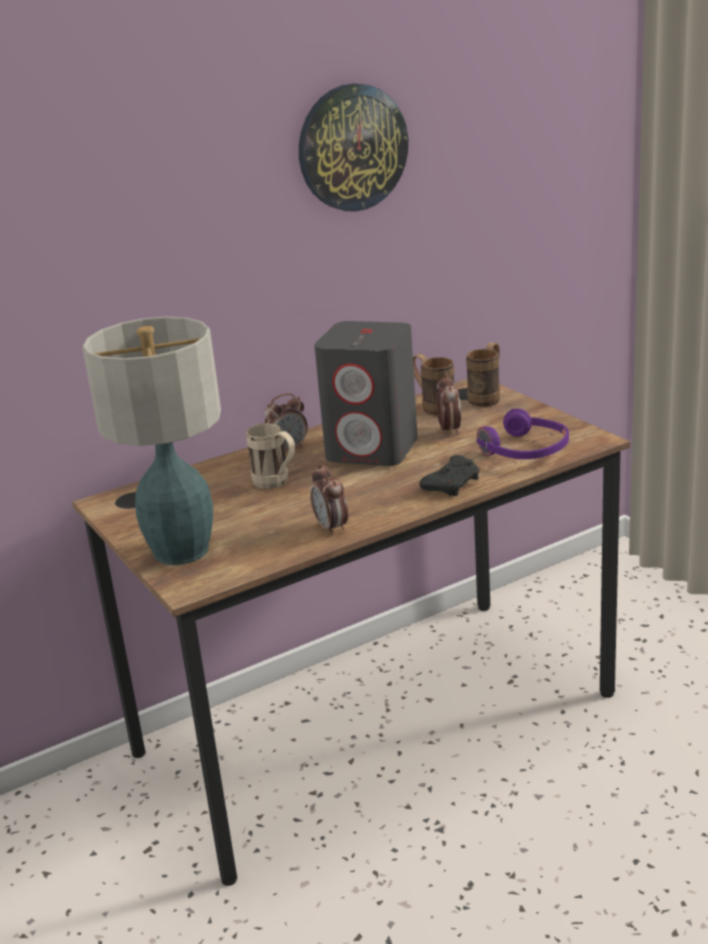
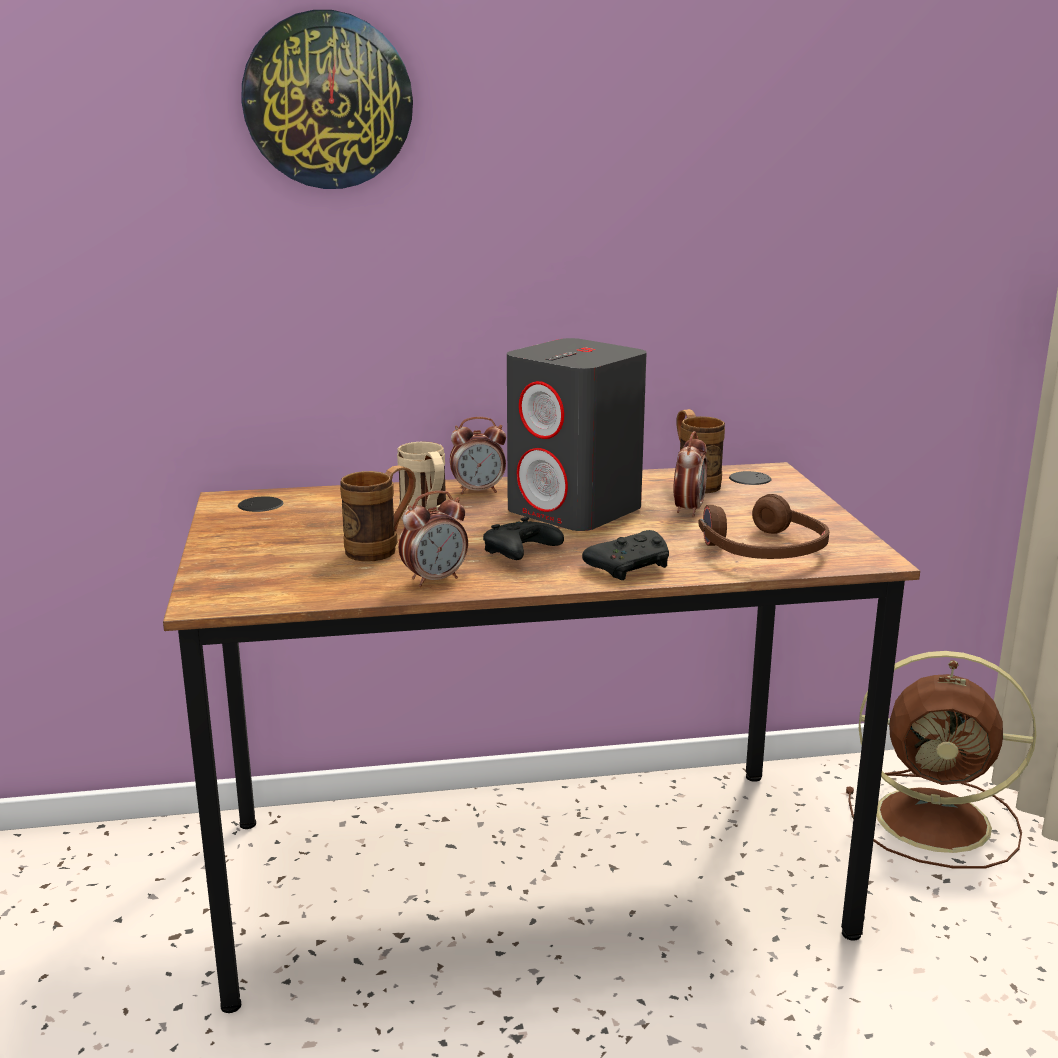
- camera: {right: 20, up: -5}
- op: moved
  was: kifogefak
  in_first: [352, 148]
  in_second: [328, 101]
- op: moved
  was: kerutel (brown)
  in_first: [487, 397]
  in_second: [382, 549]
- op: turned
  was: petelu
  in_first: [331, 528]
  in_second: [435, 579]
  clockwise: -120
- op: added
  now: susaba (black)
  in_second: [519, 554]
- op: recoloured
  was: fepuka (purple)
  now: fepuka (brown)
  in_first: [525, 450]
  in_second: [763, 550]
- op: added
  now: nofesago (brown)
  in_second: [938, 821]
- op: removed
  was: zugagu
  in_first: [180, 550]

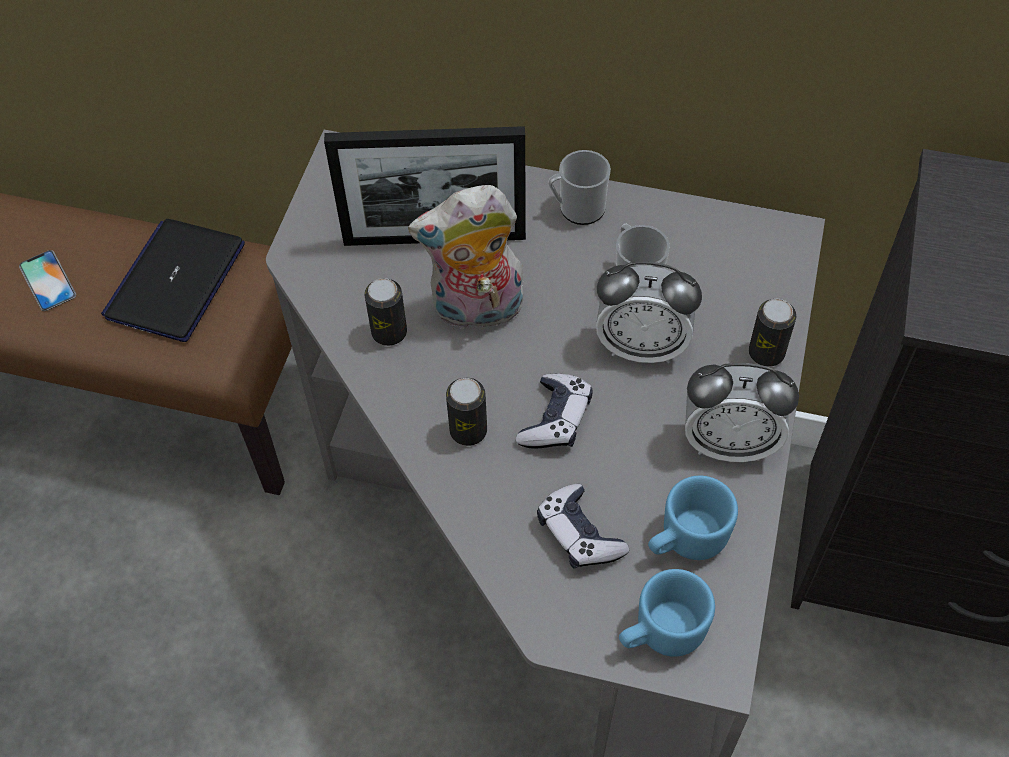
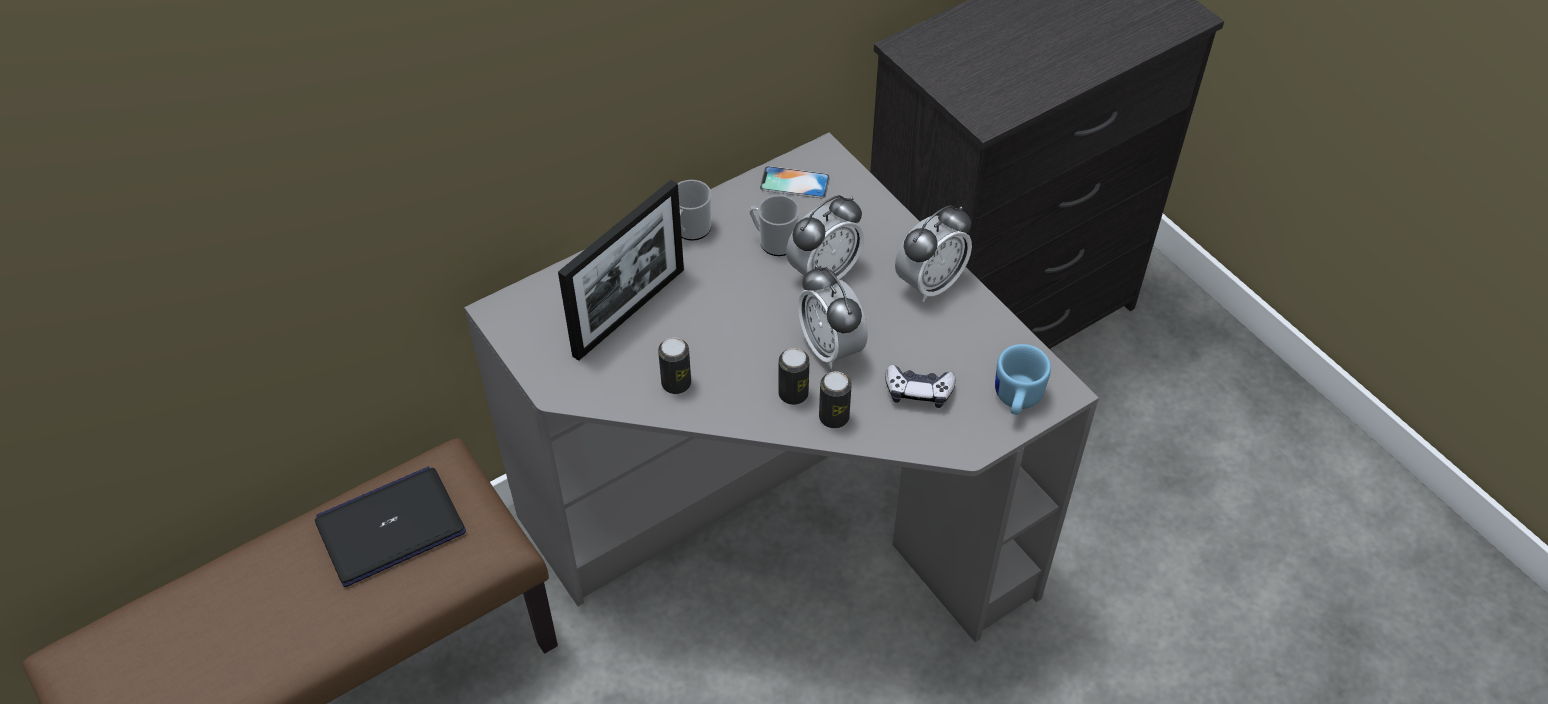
- camera: {right: -50, up: -5}
- op: turned
  was: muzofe
  in_first: [176, 281]
  in_second: [391, 527]
  clockwise: 90
- op: moved
  was: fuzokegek
  in_first: [47, 280]
  in_second: [794, 182]
- op: replaced
  was: susaba
  now: petelu
  in_first: [555, 419]
  in_second: [830, 348]
- op: moved
  was: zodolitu
  in_first: [766, 353]
  in_second: [834, 417]
- op: removed
  was: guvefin
  in_first: [476, 311]
- op: removed
  was: kerutel (blue)
  in_first: [685, 540]

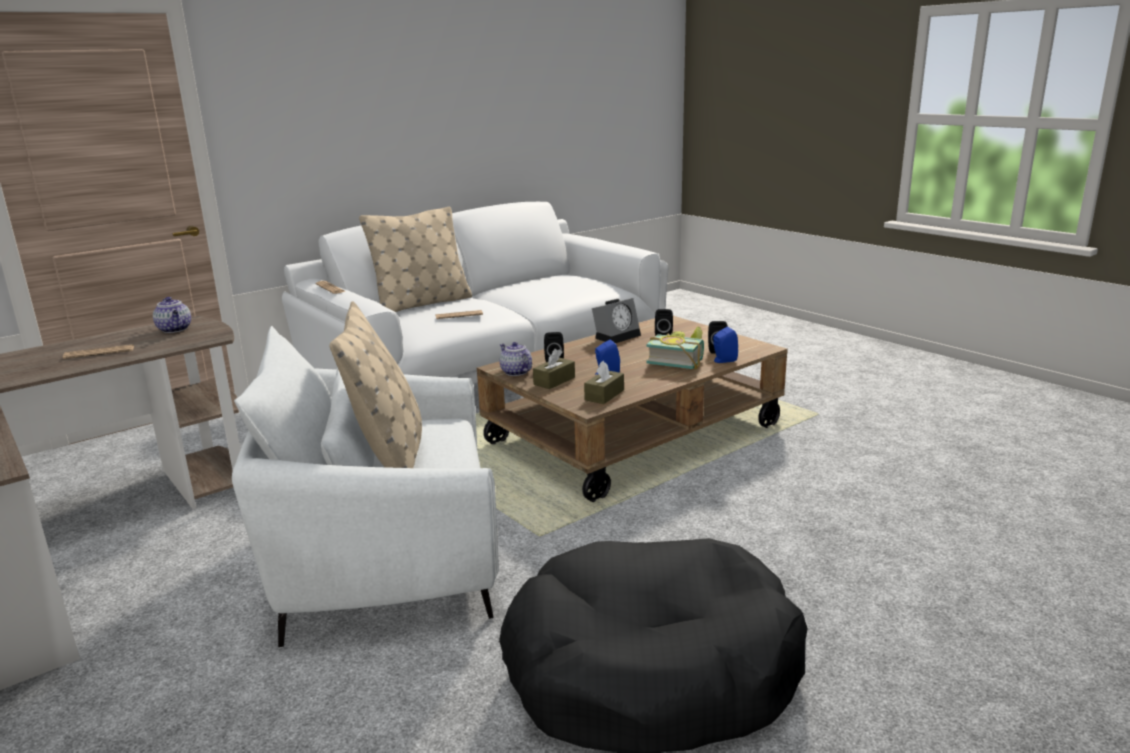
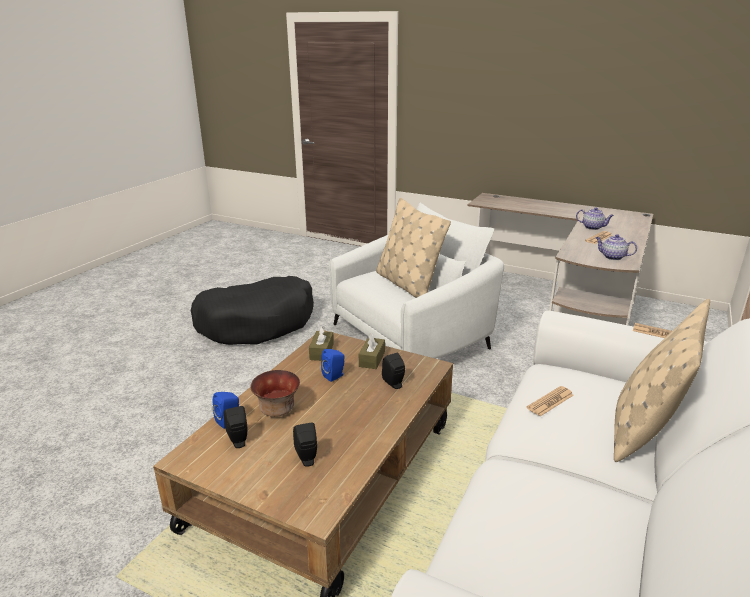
- camera: {right: 155, up: 5}
- op: replaced
  was: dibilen
  now: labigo
  in_first: [677, 361]
  in_second: [277, 409]
- op: moved
  was: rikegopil
  in_first: [515, 372]
  in_second: [593, 227]
- op: removed
  was: petelu
  in_first: [617, 336]

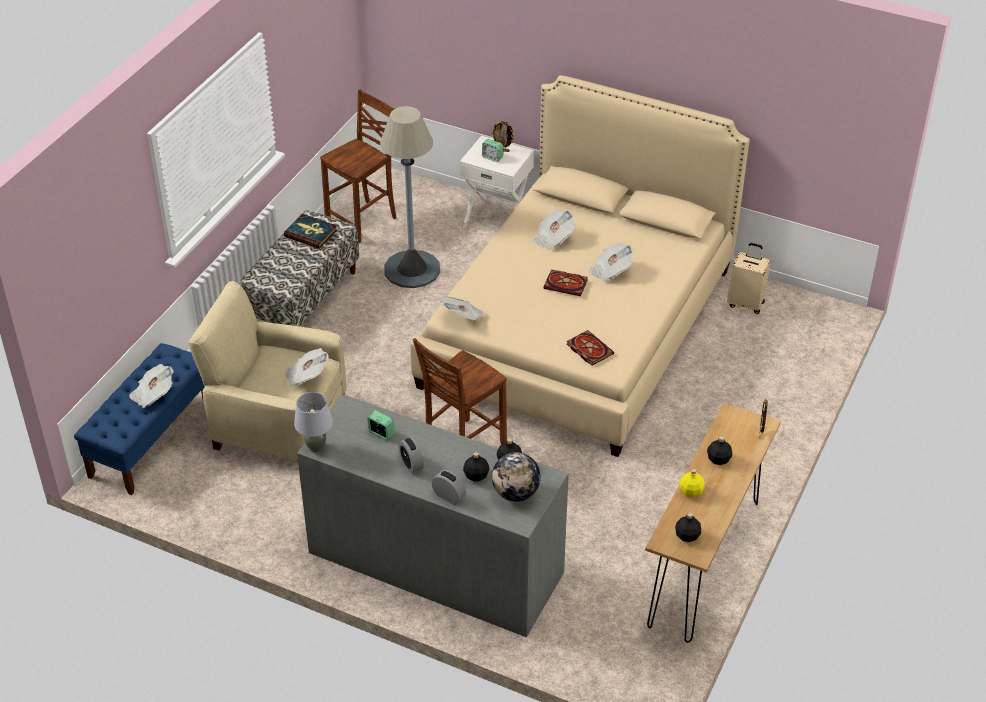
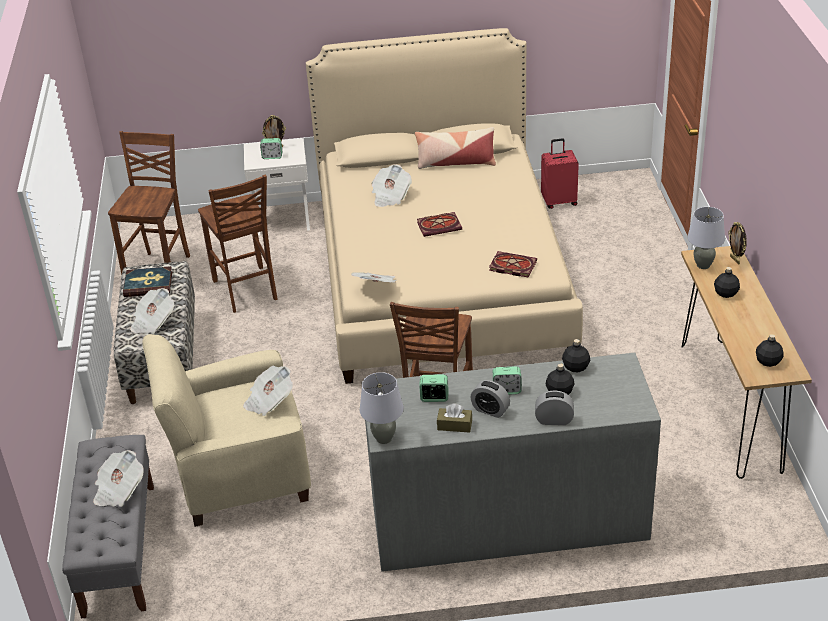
- camera: {right: -30, up: -5}
- op: recoloured
  was: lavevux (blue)
  now: lavevux (grey)
  in_first: [151, 439]
  in_second: [119, 548]
- op: moved
  was: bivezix
  in_first: [610, 271]
  in_second: [153, 322]
- op: replaced
  was: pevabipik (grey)
  now: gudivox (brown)
  in_first: [412, 270]
  in_second: [246, 291]
- op: added
  now: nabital
  in_second: [455, 162]
- op: added
  now: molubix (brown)
  in_second: [454, 425]
- op: added
  now: petelu
  in_second: [507, 390]
- op: recoloured
  was: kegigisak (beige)
  now: kegigisak (red)
  in_first: [746, 303]
  in_second: [559, 201]
- op: added
  now: zugagu (grey)
  in_second: [703, 265]
- op: removed
  was: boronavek
  in_first: [516, 493]
- op: removed
  was: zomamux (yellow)
  in_first: [691, 492]

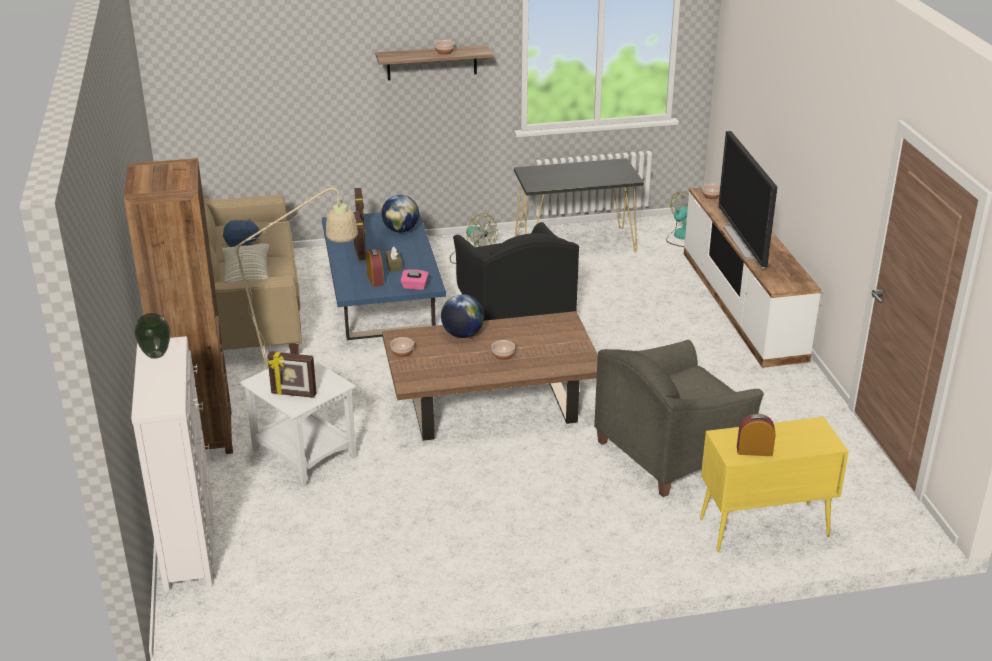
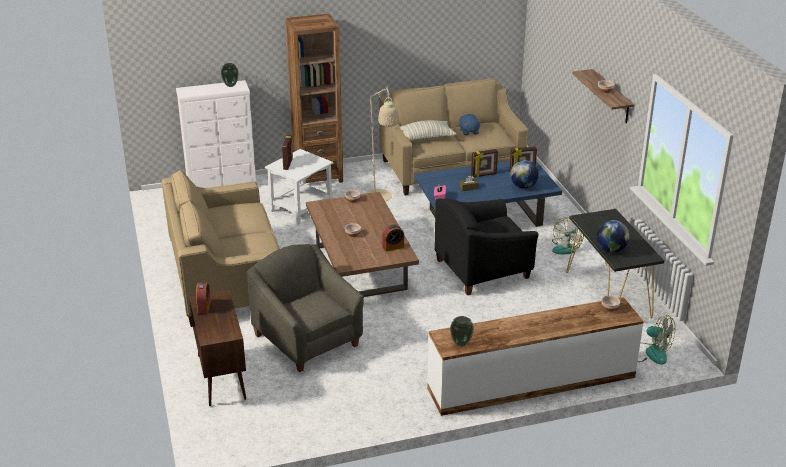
- camera: {right: 85, up: 0}
- op: added
  now: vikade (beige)
  in_second: [227, 279]
- op: recoloured
  was: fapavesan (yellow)
  now: fapavesan (brown)
  in_first: [762, 527]
  in_second: [221, 376]
- op: moved
  was: petelu
  in_first: [375, 279]
  in_second: [393, 247]
- op: added
  now: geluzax
  in_second: [461, 344]
- op: moved
  was: boronavek
  in_first: [462, 334]
  in_second: [611, 250]
- op: removed
  was: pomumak
  in_first: [744, 242]

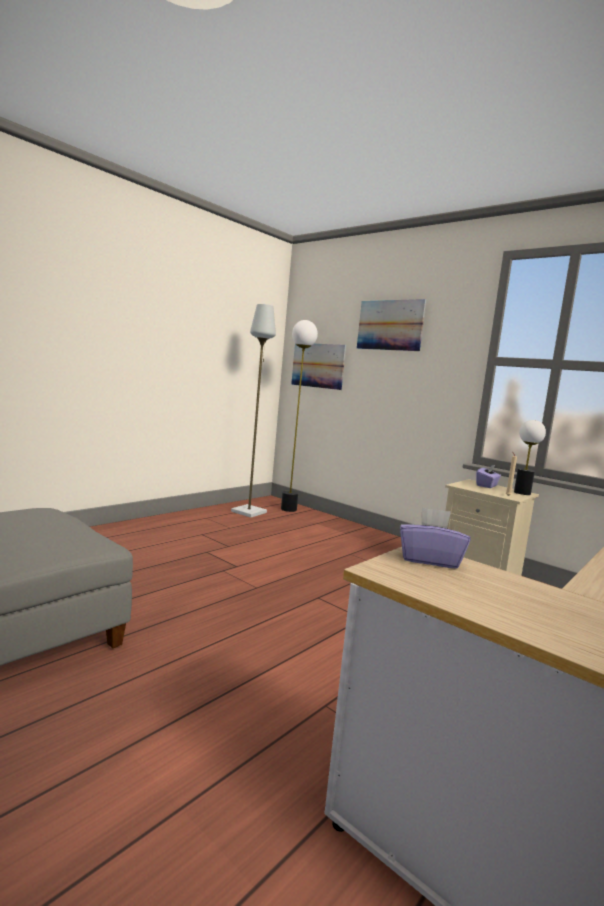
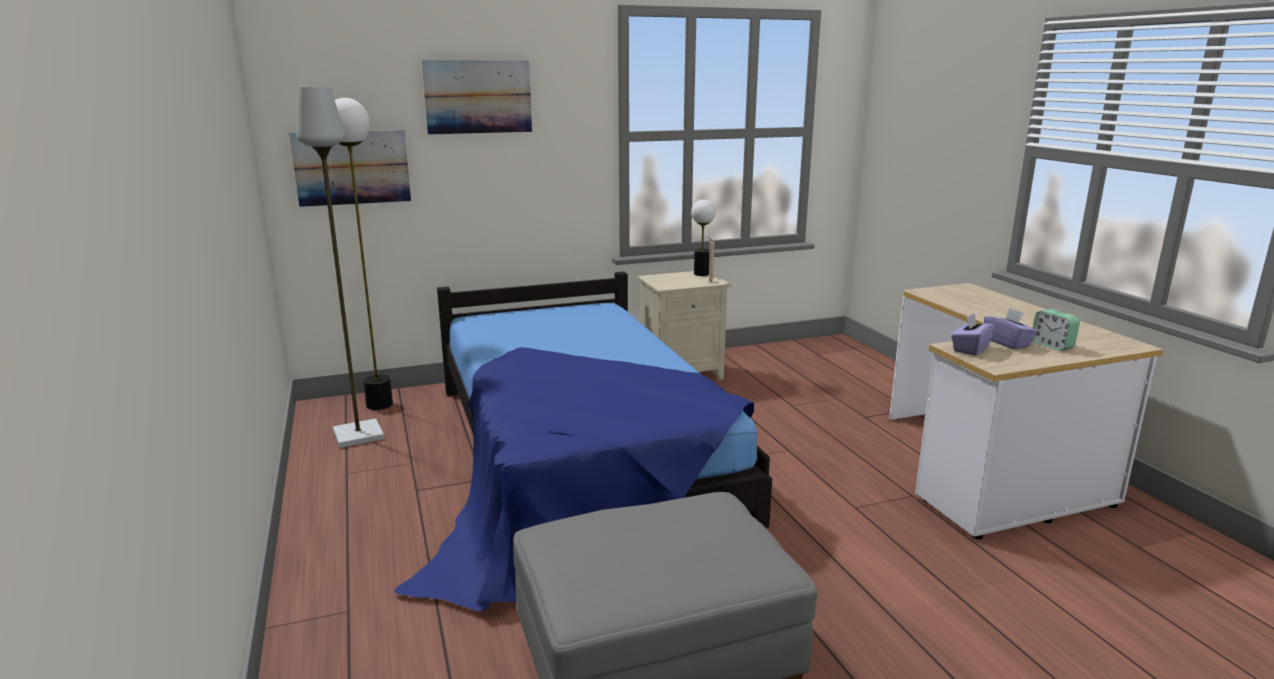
- camera: {right: -60, up: 10}
- op: added
  now: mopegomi
  in_second: [574, 459]
- op: moved
  was: molubix (purple)
  in_first: [487, 486]
  in_second: [1007, 343]
- op: added
  now: petelu
  in_second: [1052, 346]

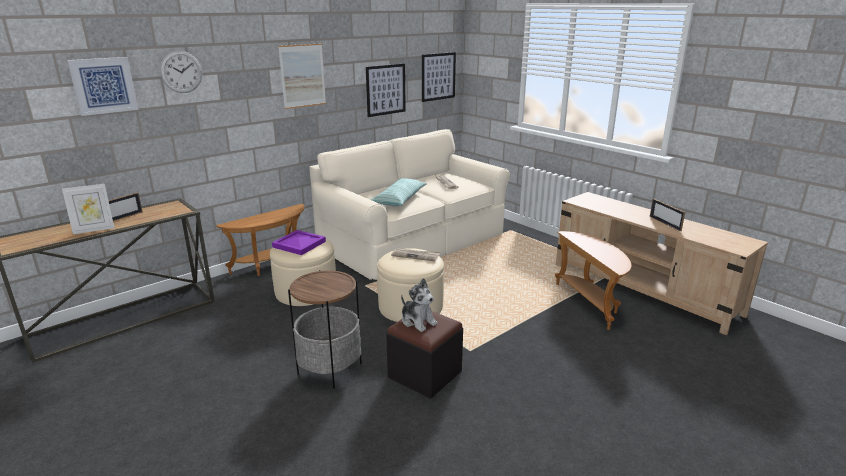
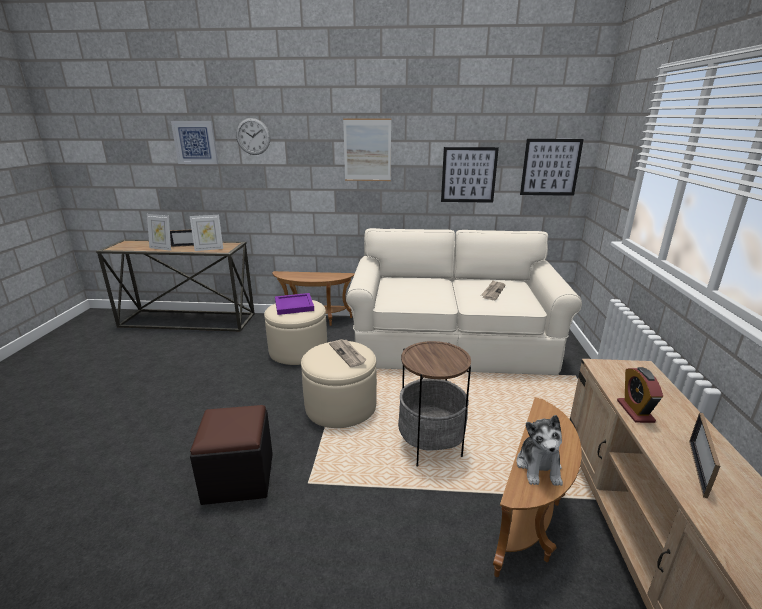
- camera: {right: 45, up: 0}
- op: added
  now: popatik
  in_second: [209, 249]
- op: moved
  was: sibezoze
  in_first: [330, 371]
  in_second: [430, 446]
- op: moved
  was: guvefin
  in_first: [418, 321]
  in_second: [539, 467]
- op: added
  now: petelu
  in_second: [635, 411]
- op: removed
  was: nabital
  in_first: [399, 199]

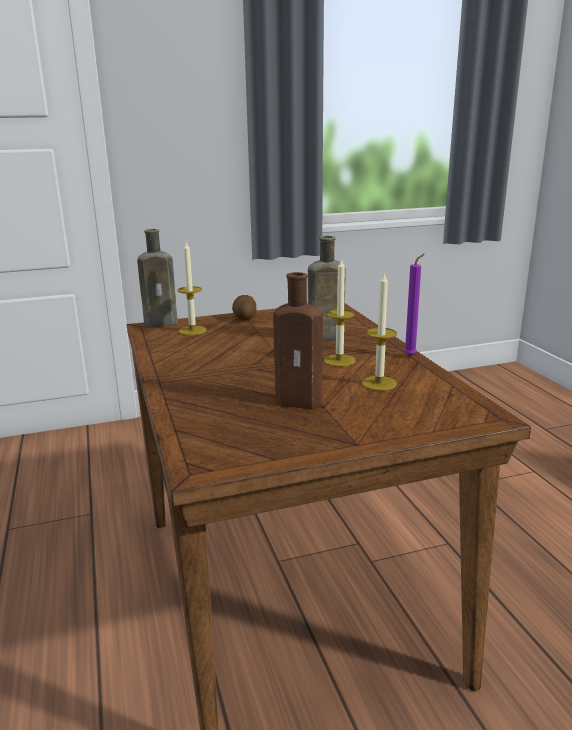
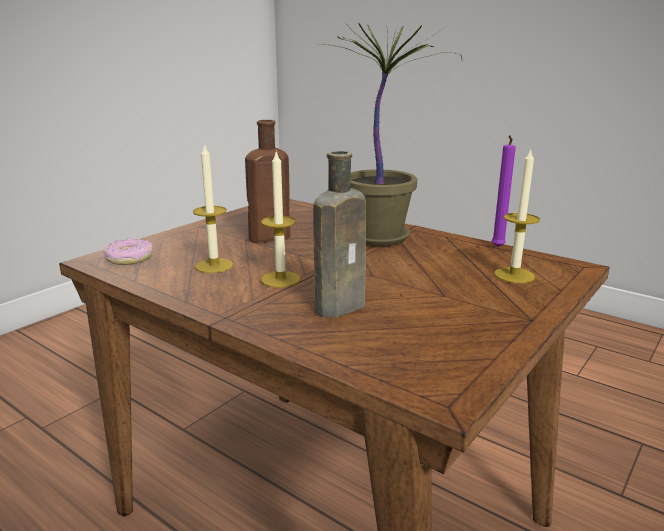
- camera: {right: 145, up: 0}
- op: added
  now: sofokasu
  in_second: [129, 259]
- op: added
  now: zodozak
  in_second: [380, 237]
- op: moved
  was: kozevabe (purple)
  in_first: [411, 356]
  in_second: [497, 248]
- op: removed
  was: zomamux (brown)
  in_first: [163, 323]
- op: removed
  was: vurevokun
  in_first: [244, 318]

